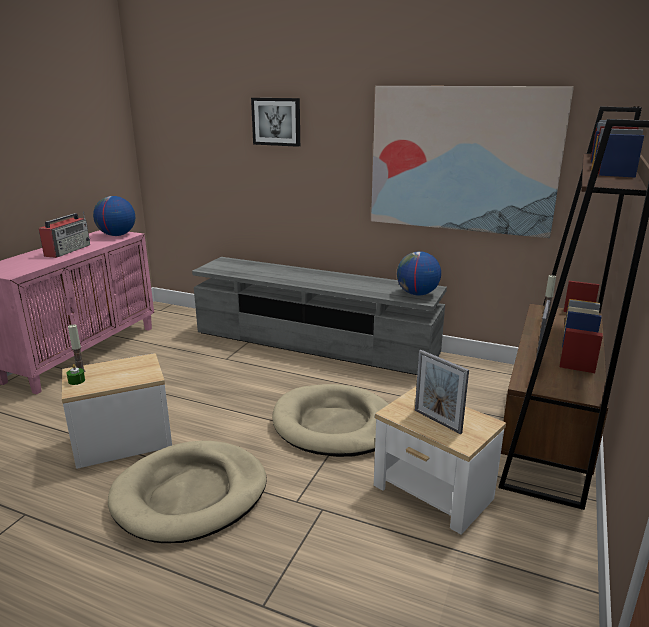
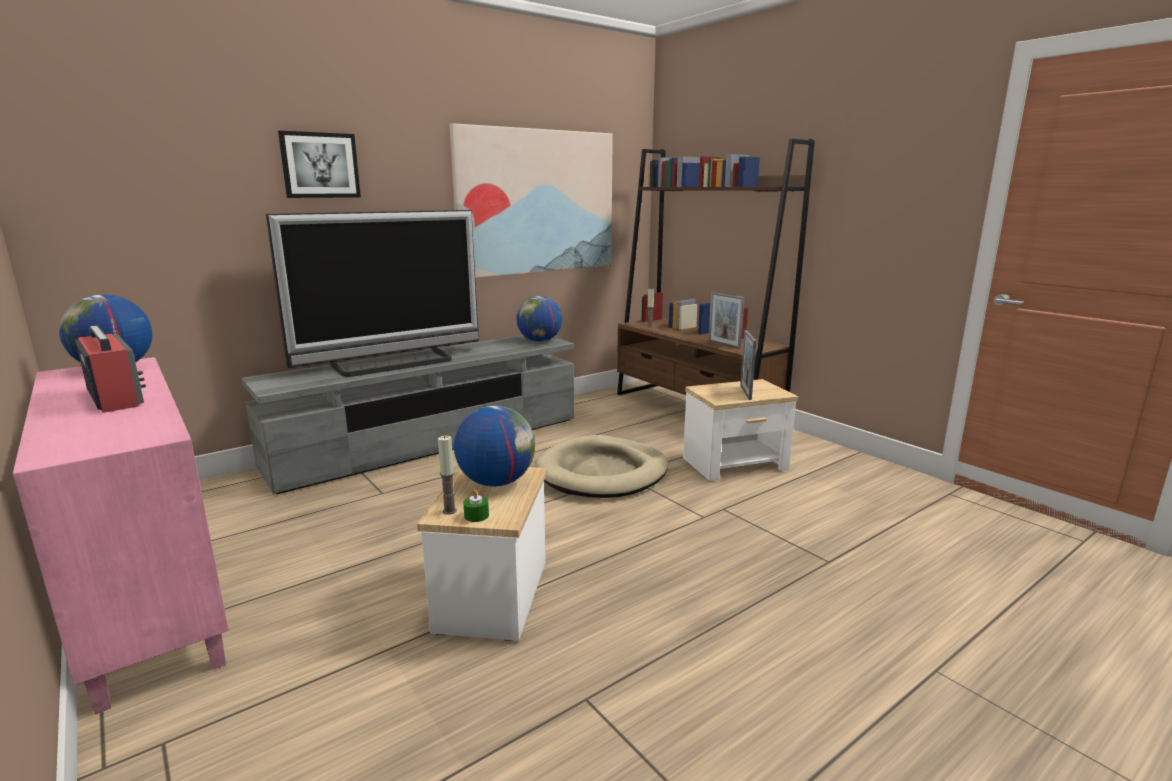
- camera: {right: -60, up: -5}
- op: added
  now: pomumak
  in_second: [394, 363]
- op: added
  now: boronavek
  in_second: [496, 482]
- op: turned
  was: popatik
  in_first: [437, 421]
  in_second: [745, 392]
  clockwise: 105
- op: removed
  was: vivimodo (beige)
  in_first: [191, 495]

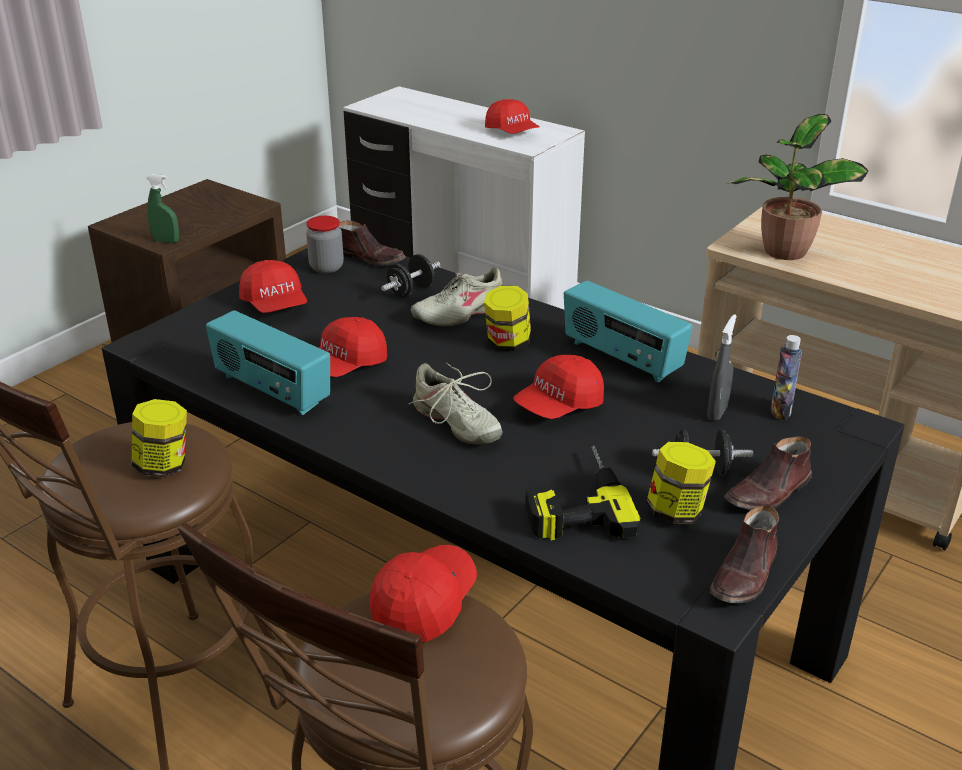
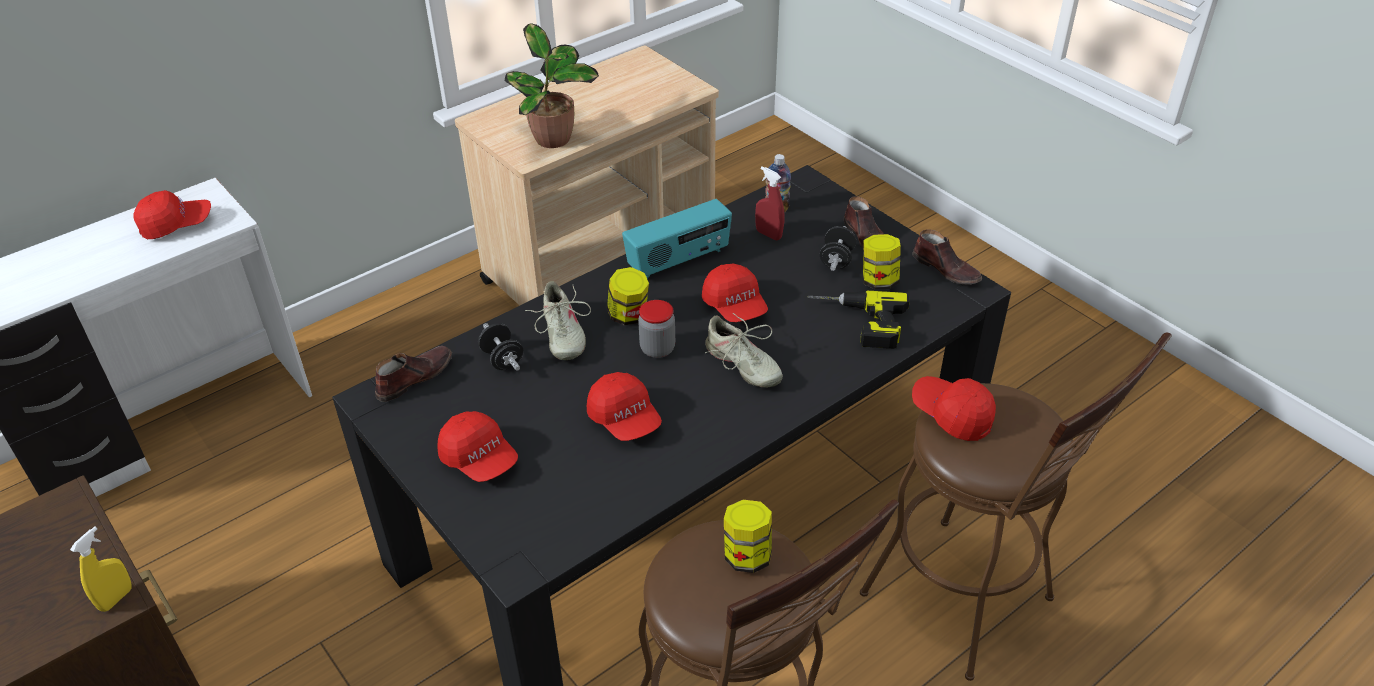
- camera: {right: -75, up: 10}
- op: recoloured
  was: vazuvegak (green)
  now: vazuvegak (yellow)
  in_first: [166, 241]
  in_second: [116, 598]
- op: turned
  was: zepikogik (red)
  in_first: [275, 305]
  in_second: [479, 459]
  clockwise: 60
- op: moved
  was: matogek
  in_first: [326, 267]
  in_second: [657, 349]
- op: turned
  was: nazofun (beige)
  in_first: [455, 423]
  in_second: [742, 365]
  clockwise: 75
- op: recoloured
  was: vazuvegak (grey)
  now: vazuvegak (red)
  in_first: [717, 412]
  in_second: [768, 234]
- op: removed
  was: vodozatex
  in_first: [271, 391]

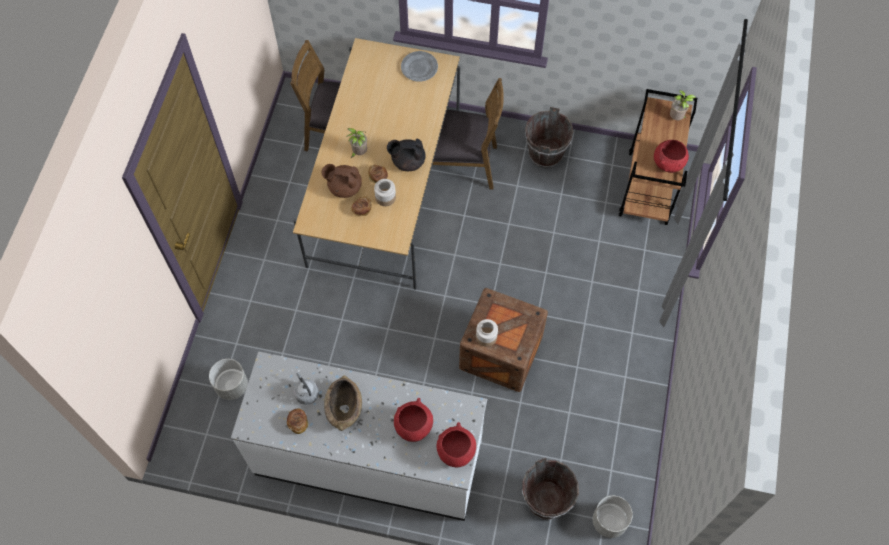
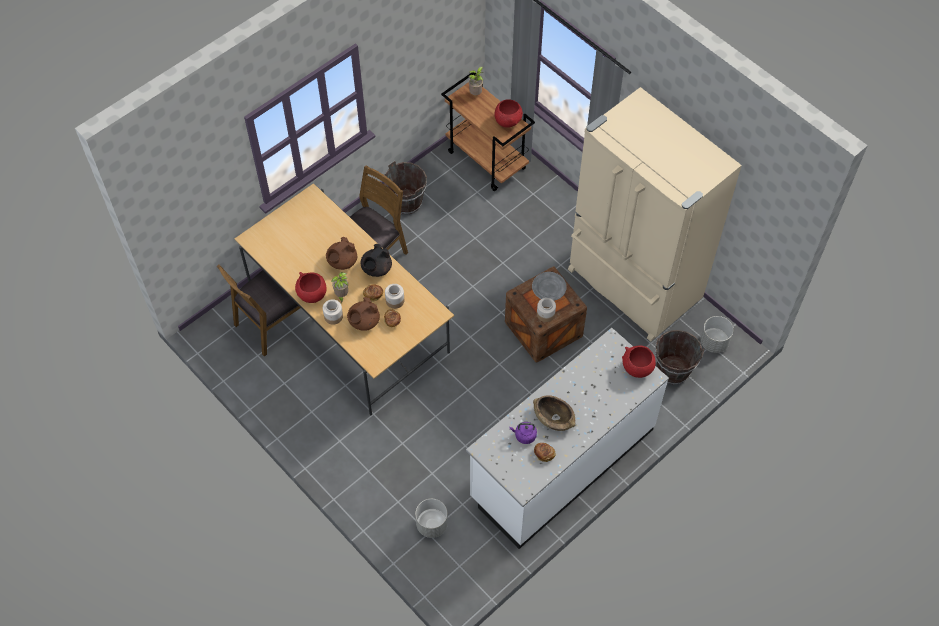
- camera: {right: -55, up: -5}
- op: moved
  was: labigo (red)
  in_first: [413, 427]
  in_second: [312, 295]
- op: added
  now: matogek
  in_second: [333, 316]
- op: added
  now: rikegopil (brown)
  in_second: [342, 262]
- op: recoloured
  was: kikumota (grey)
  now: kikumota (purple)
  in_first: [306, 393]
  in_second: [524, 436]
- op: moved
  was: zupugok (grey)
  in_first: [419, 67]
  in_second: [548, 287]
- op: added
  now: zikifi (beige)
  in_second: [632, 286]

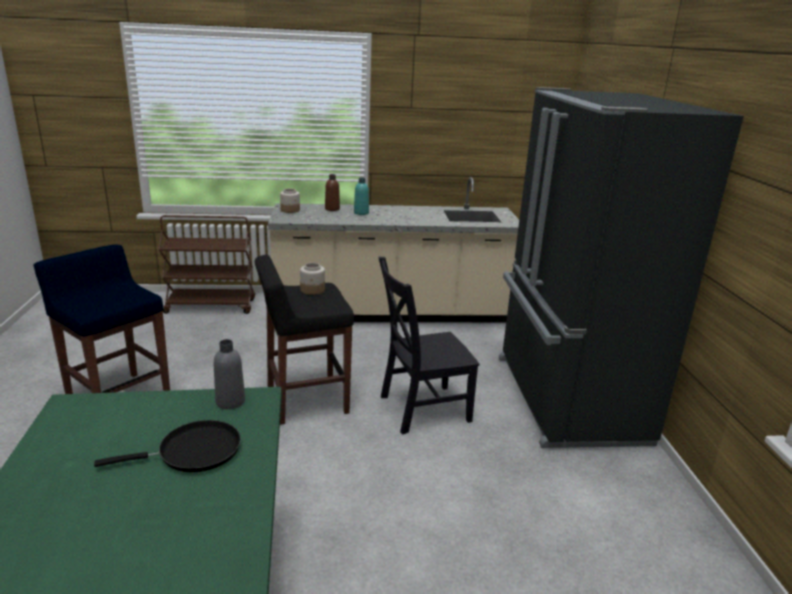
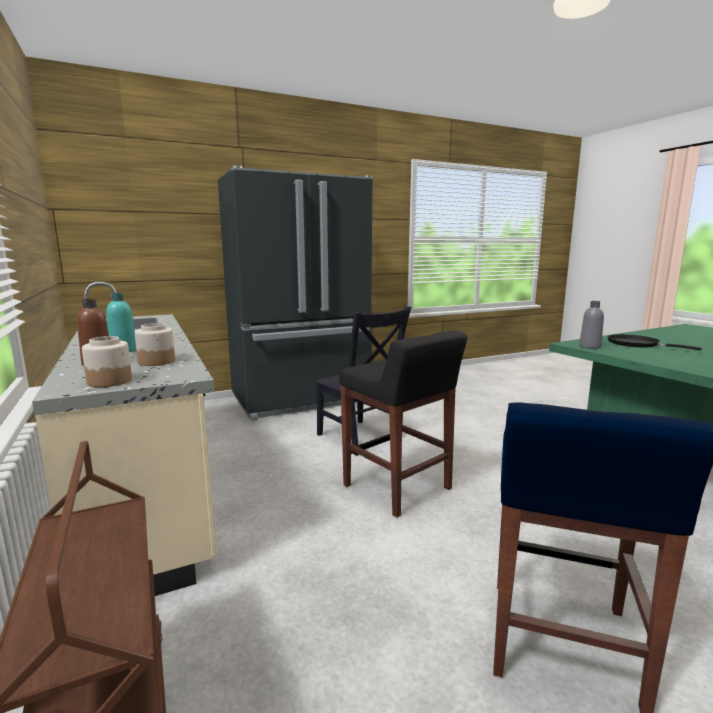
- camera: {right: -110, up: -10}
- op: moved
  was: matogek
  in_first: [312, 290]
  in_second: [157, 361]

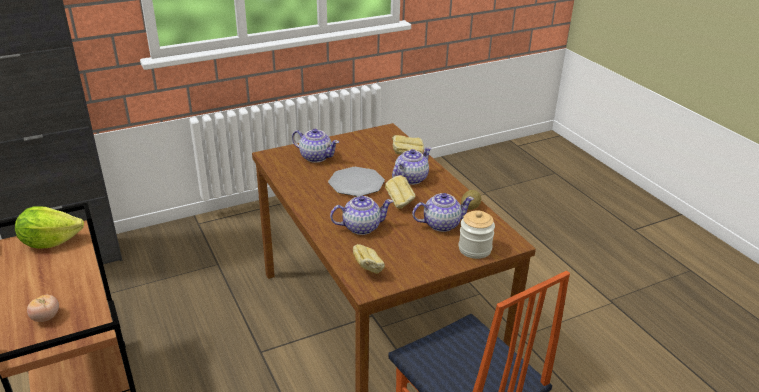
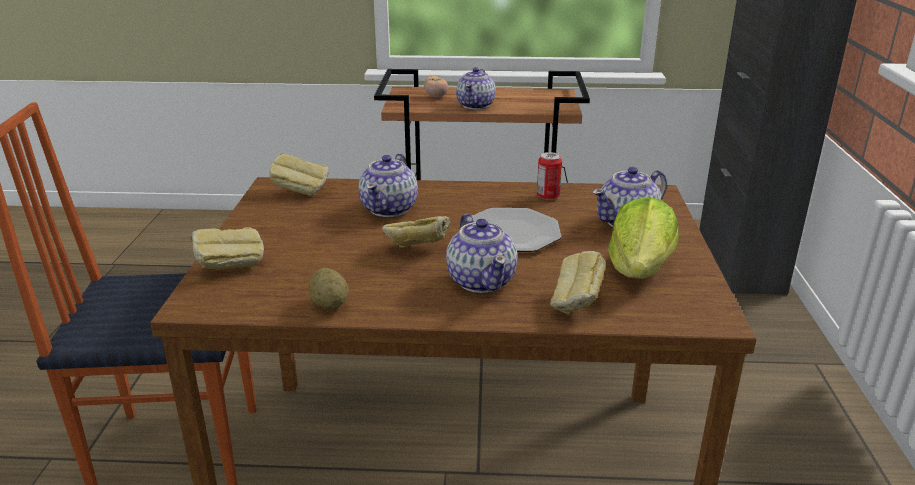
- camera: {right: 120, up: -5}
- op: replaced
  was: matogek
  now: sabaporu
  in_first: [474, 249]
  in_second: [230, 268]
- op: moved
  was: rikegopil
  in_first: [441, 224]
  in_second: [476, 105]
- op: added
  now: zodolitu
  in_second: [548, 196]
- op: moved
  was: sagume
  in_first: [50, 242]
  in_second: [640, 269]

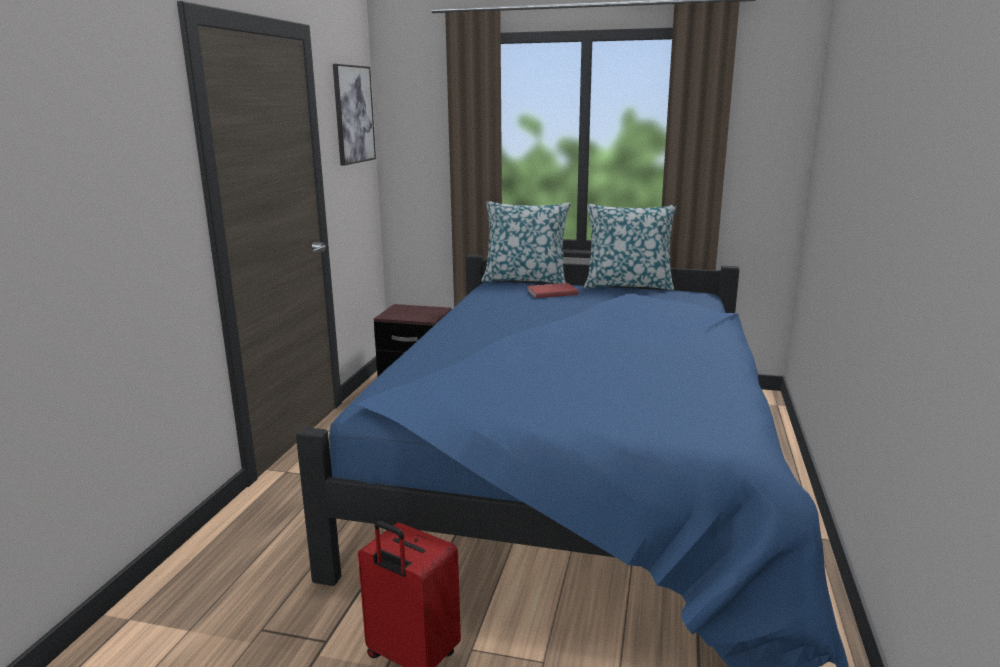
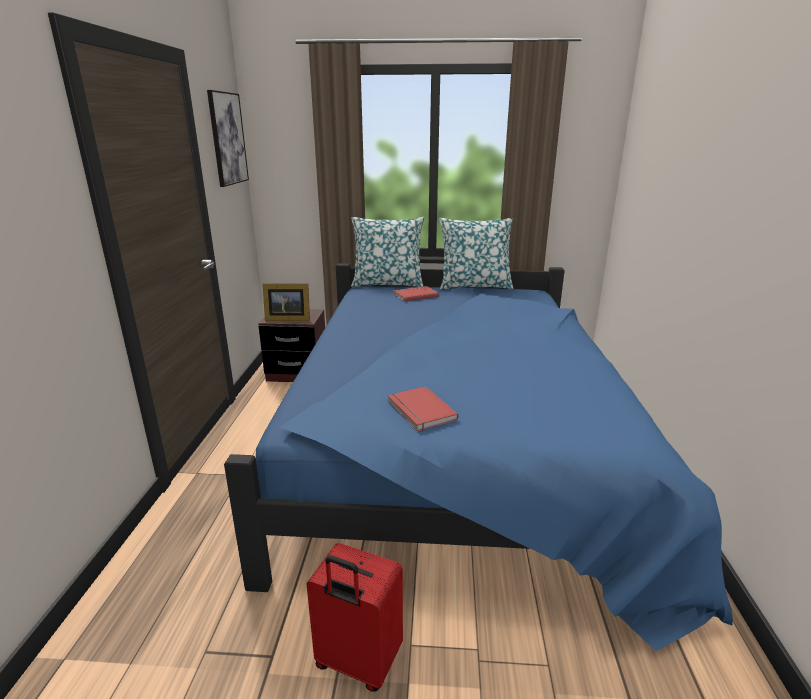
- camera: {right: -10, up: 5}
- op: added
  now: popatik
  in_second: [287, 319]
- op: added
  now: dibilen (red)
  in_second: [419, 411]

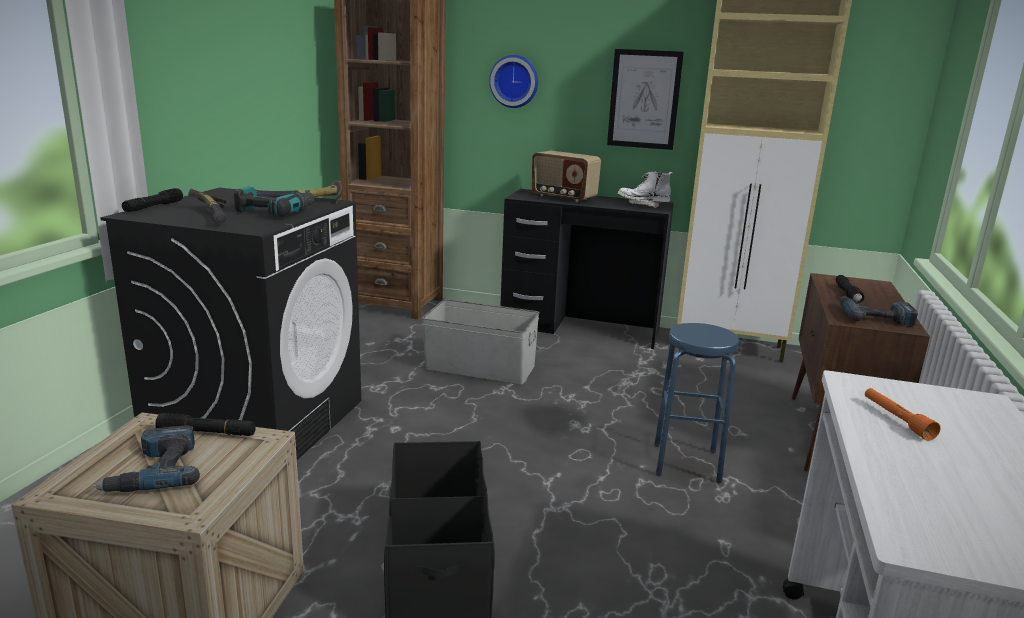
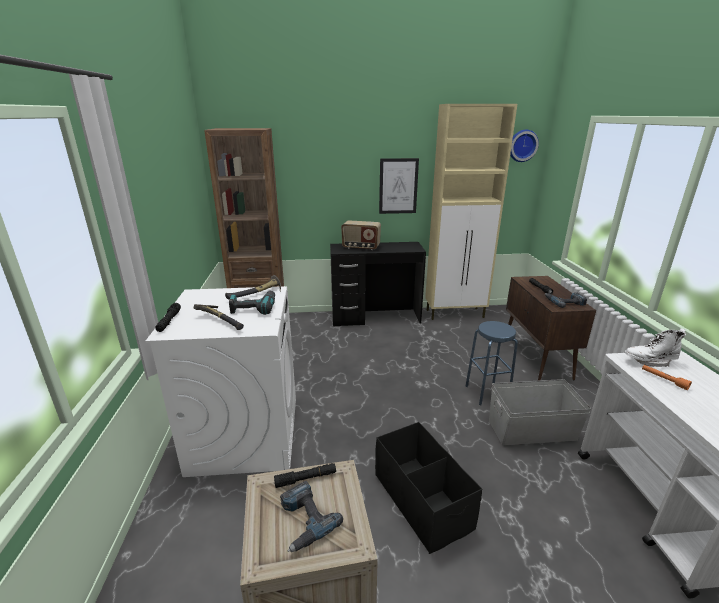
- camera: {right: -20, up: 5}
- op: recoloured
  was: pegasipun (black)
  now: pegasipun (white)
  in_first: [258, 422]
  in_second: [245, 433]
- op: moved
  was: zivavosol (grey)
  in_first: [480, 368]
  in_second: [532, 430]
- op: moved
  was: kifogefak
  in_first: [514, 81]
  in_second: [522, 145]
- op: moved
  was: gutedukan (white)
  in_first: [643, 204]
  in_second: [649, 361]

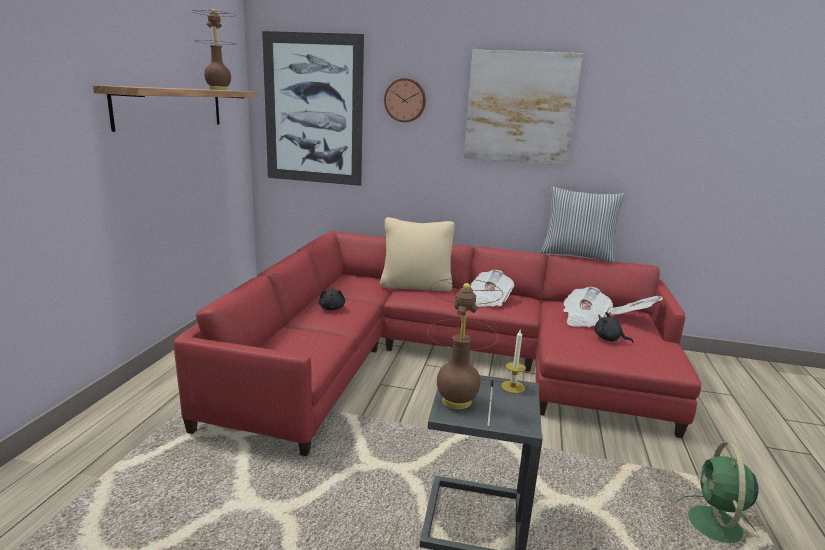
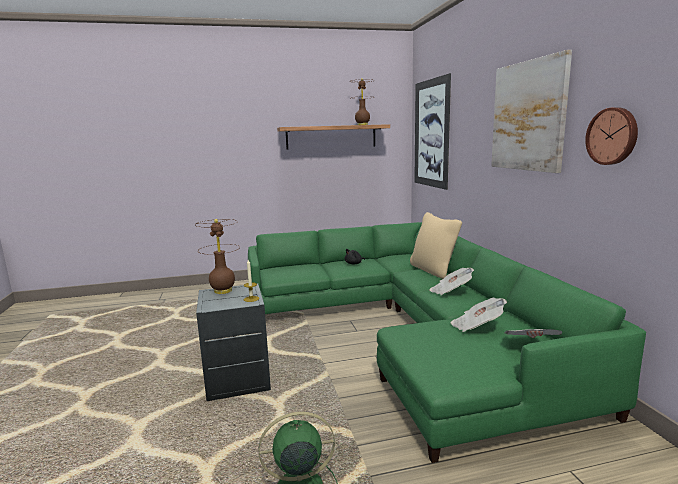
- camera: {right: 65, up: -5}
- op: recoloured
  was: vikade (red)
  now: vikade (green)
  in_first: [443, 361]
  in_second: [409, 330]
- op: moved
  was: kifogefak
  in_first: [405, 100]
  in_second: [612, 136]
- op: removed
  was: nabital
  in_first: [577, 255]
- op: removed
  was: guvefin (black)
  in_first: [609, 339]

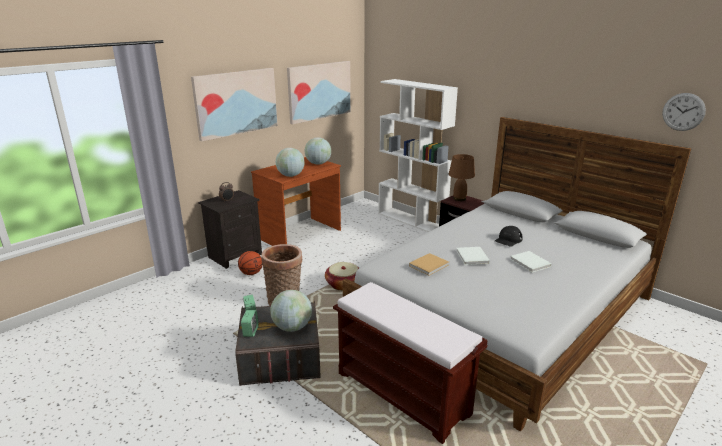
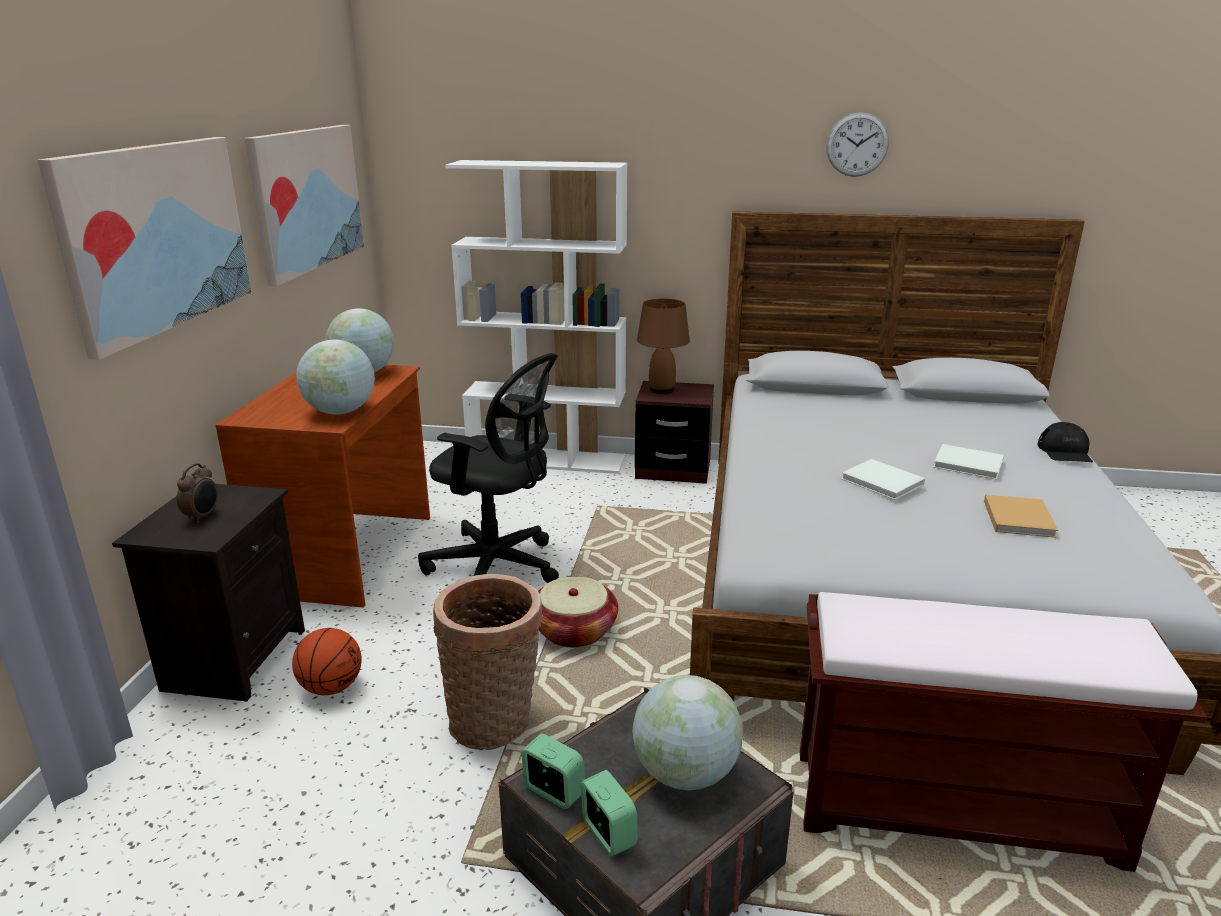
- camera: {right: -35, up: 0}
- op: added
  now: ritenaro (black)
  in_second: [498, 567]
- op: moved
  was: kifogefak
  in_first: [683, 112]
  in_second: [857, 144]
- op: moved
  was: dibilen (beige)
  in_first: [429, 265]
  in_second: [1018, 517]
- op: moved
  was: zepikogik (black)
  in_first: [508, 240]
  in_second: [1065, 452]

